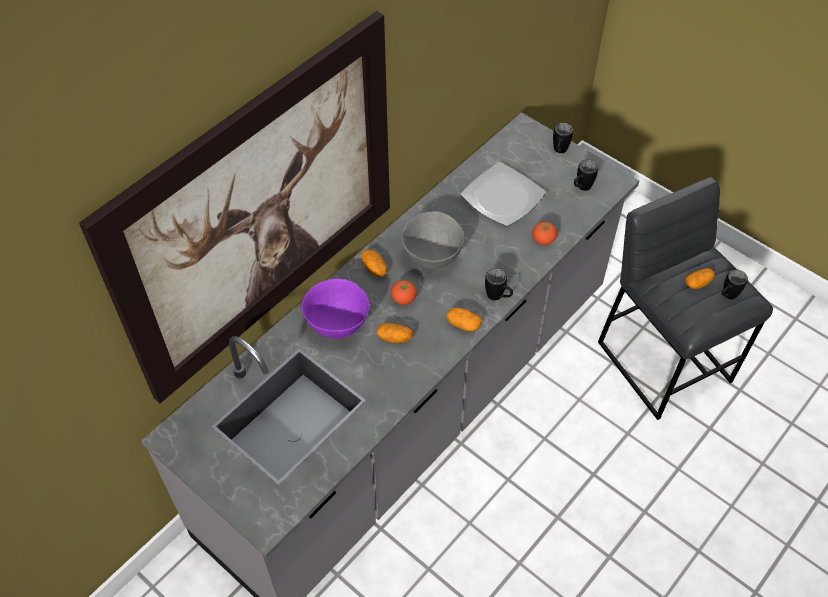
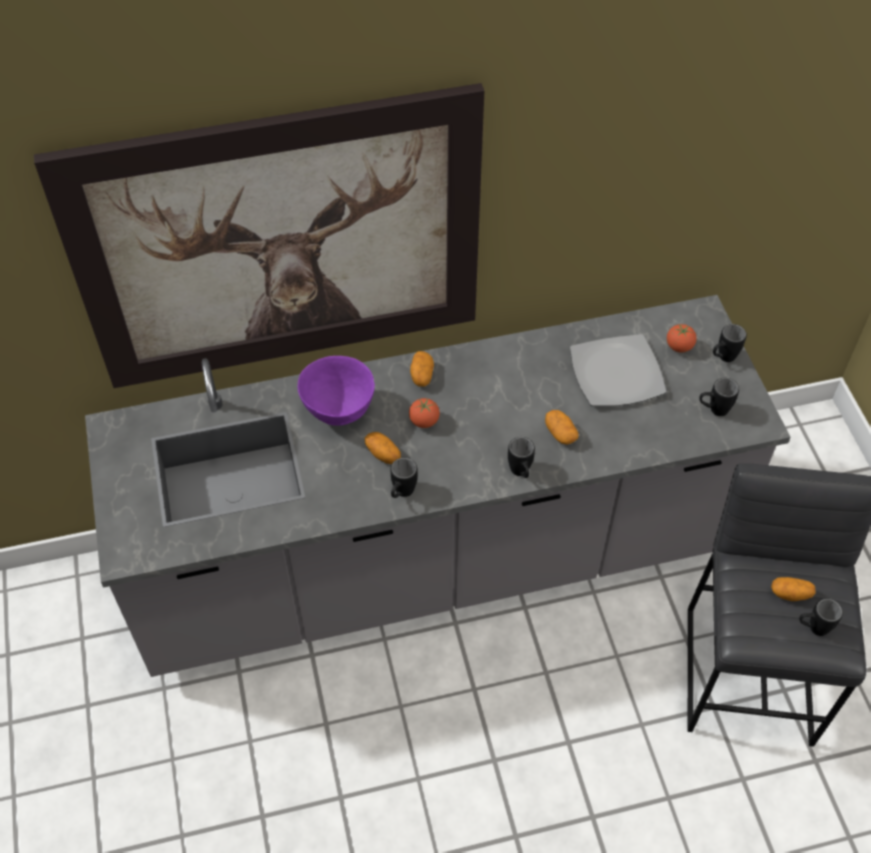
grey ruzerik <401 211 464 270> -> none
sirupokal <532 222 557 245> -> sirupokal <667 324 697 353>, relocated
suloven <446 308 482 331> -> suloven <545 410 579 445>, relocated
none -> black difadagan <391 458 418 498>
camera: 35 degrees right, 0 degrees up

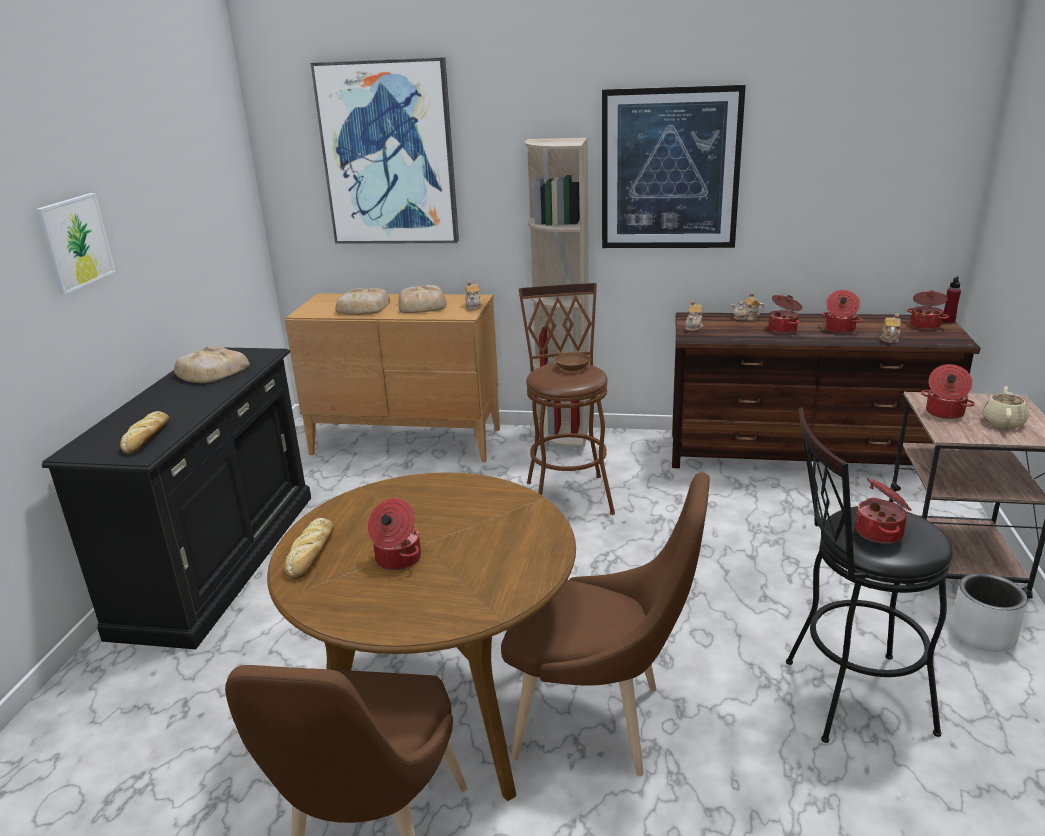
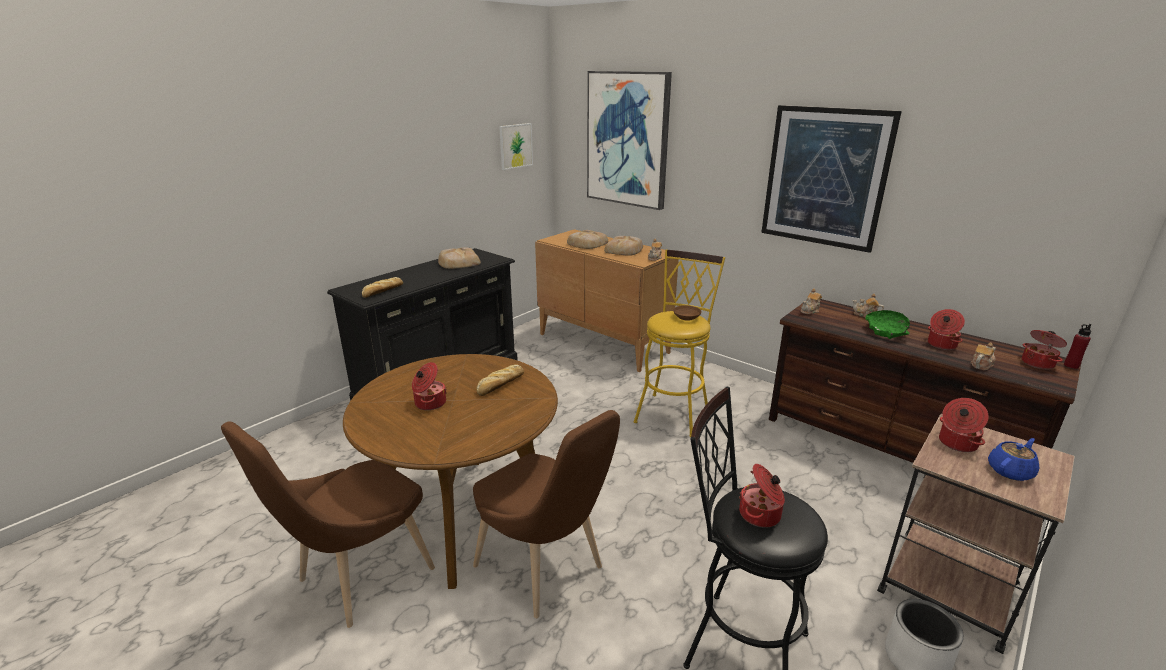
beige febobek <524 138 590 450> -> none
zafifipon <36 193 116 295> -> zafifipon <499 123 533 170>, relocated
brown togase <518 283 615 515> -> yellow togase <634 249 725 437>
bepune <768 295 802 334> -> green ruzerik <865 310 910 339>
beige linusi <982 386 1029 428> -> blue linusi <988 438 1039 481>
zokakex <284 518 334 579> -> zokakex <476 364 524 396>, relocated
camera: 30 degrees right, 0 degrees up

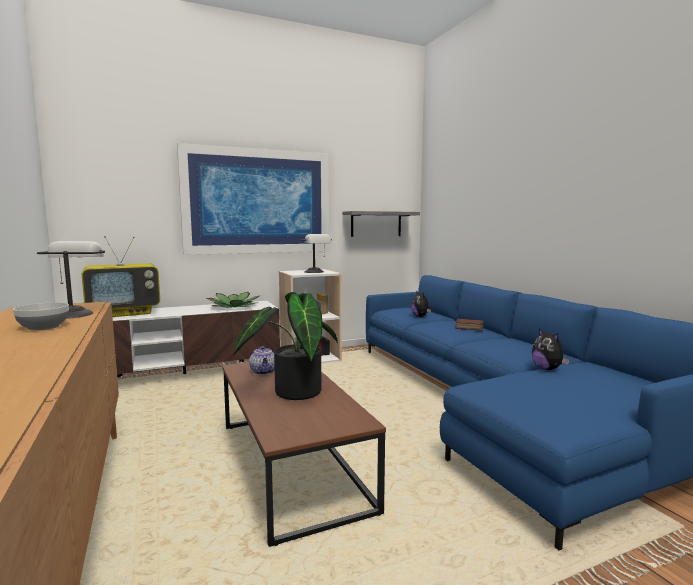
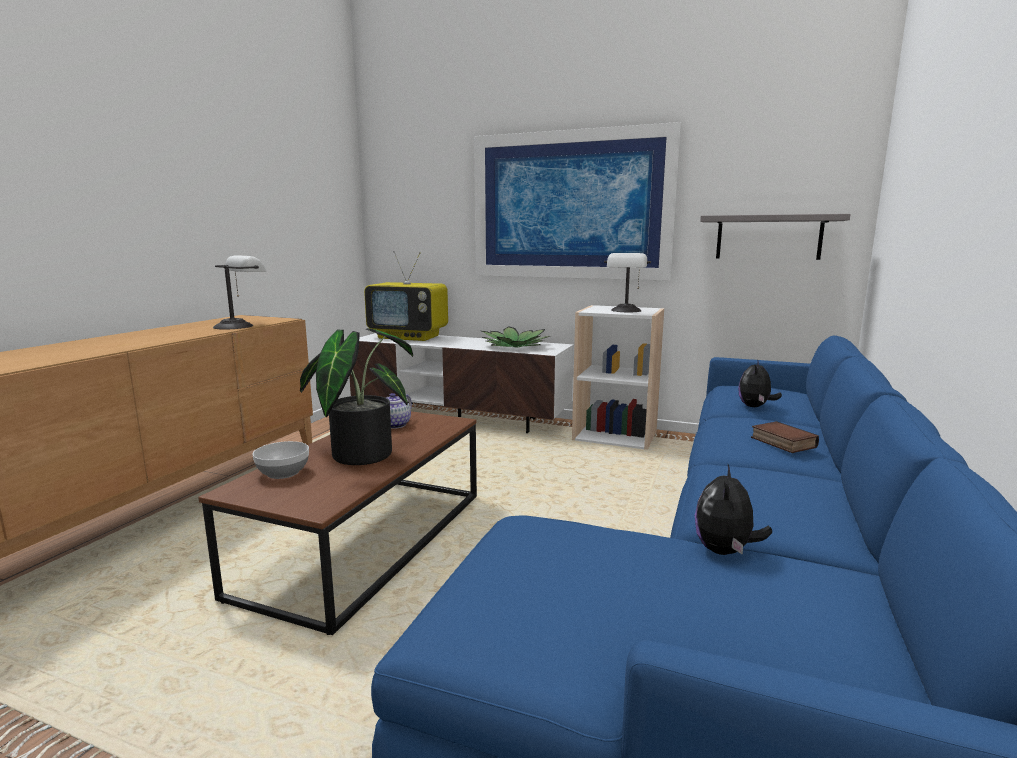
ruzerik <13 302 69 330> -> ruzerik <252 441 309 479>, relocated
camera: 45 degrees right, 5 degrees up

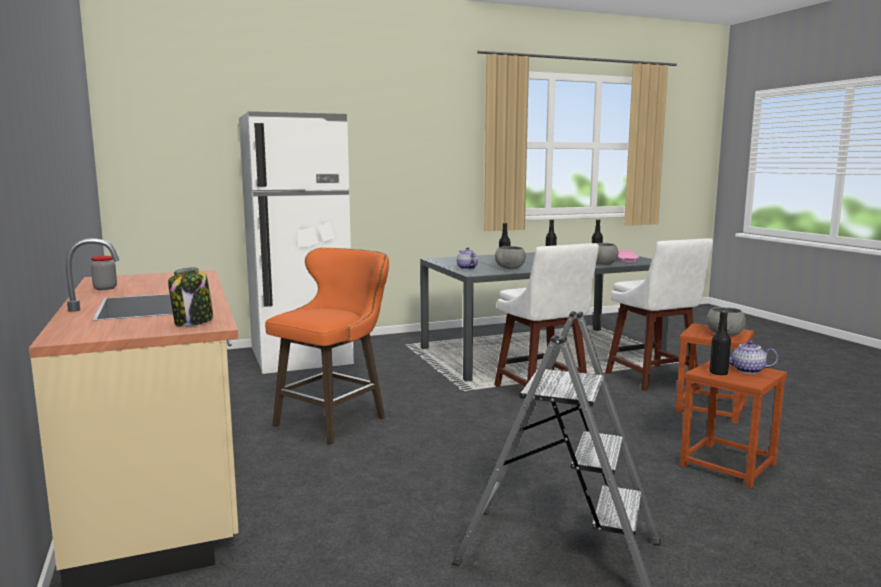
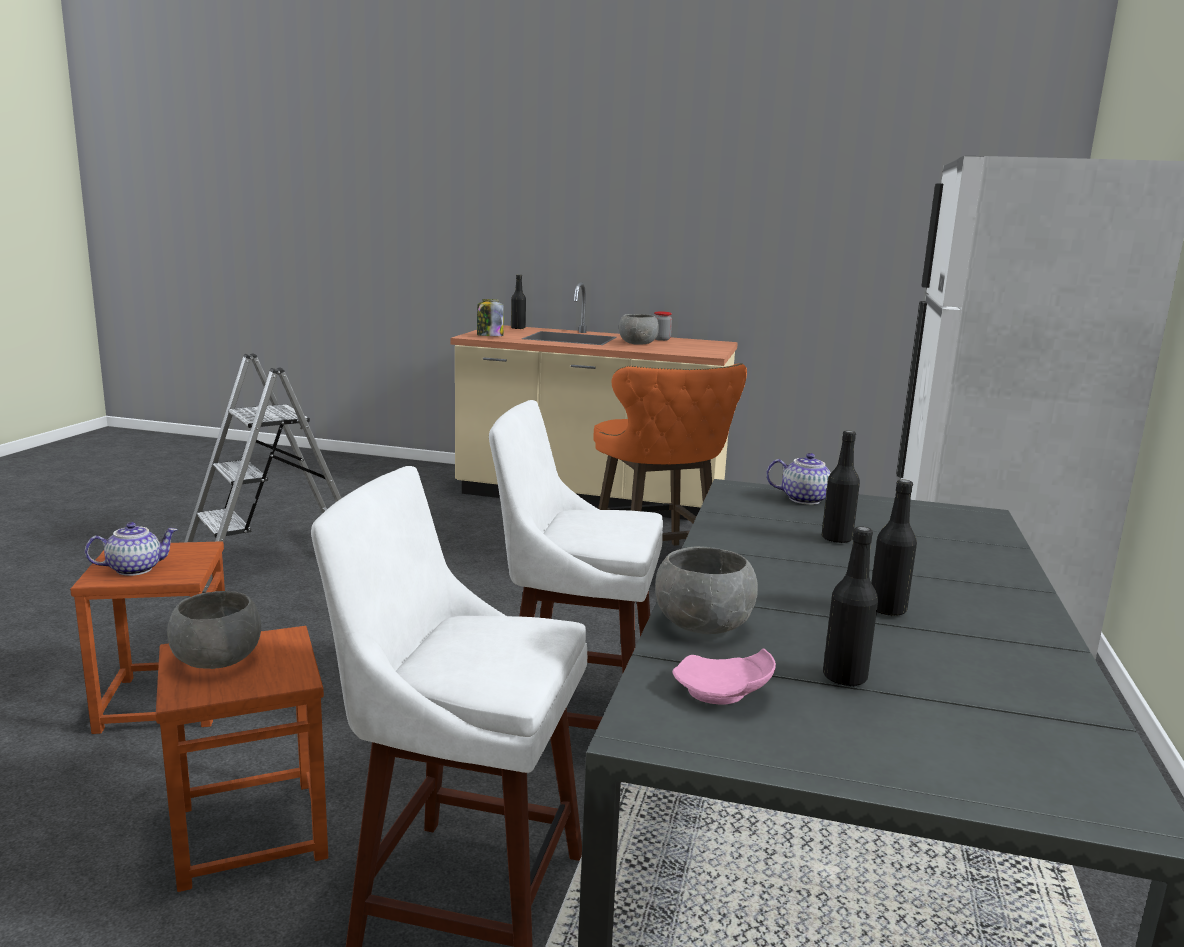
grey ruzerik <495 246 526 269> -> grey ruzerik <619 314 659 345>, relocated
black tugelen <709 311 731 375> -> black tugelen <511 275 526 329>, relocated
camera: 125 degrees right, 5 degrees up

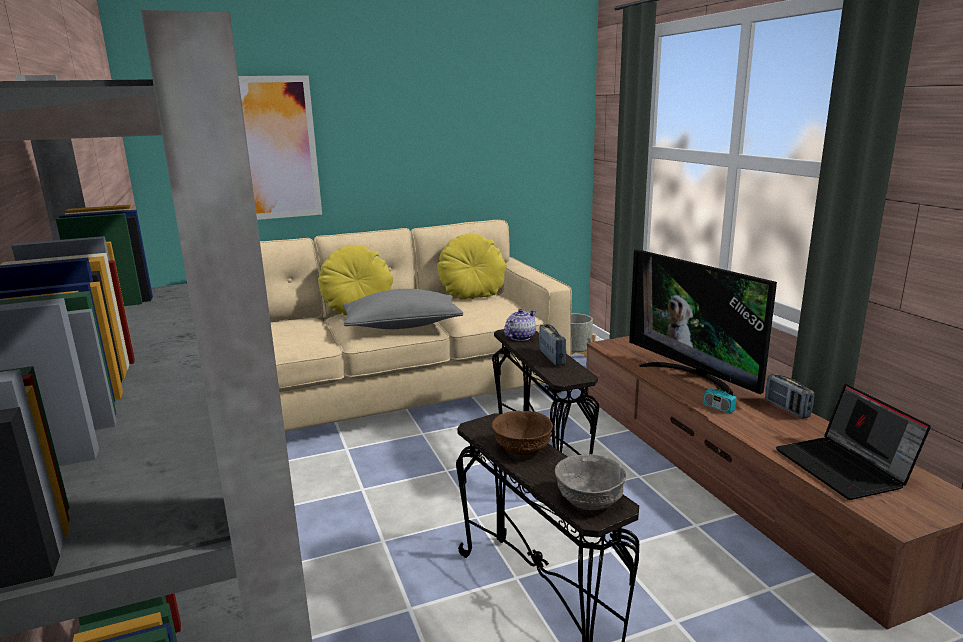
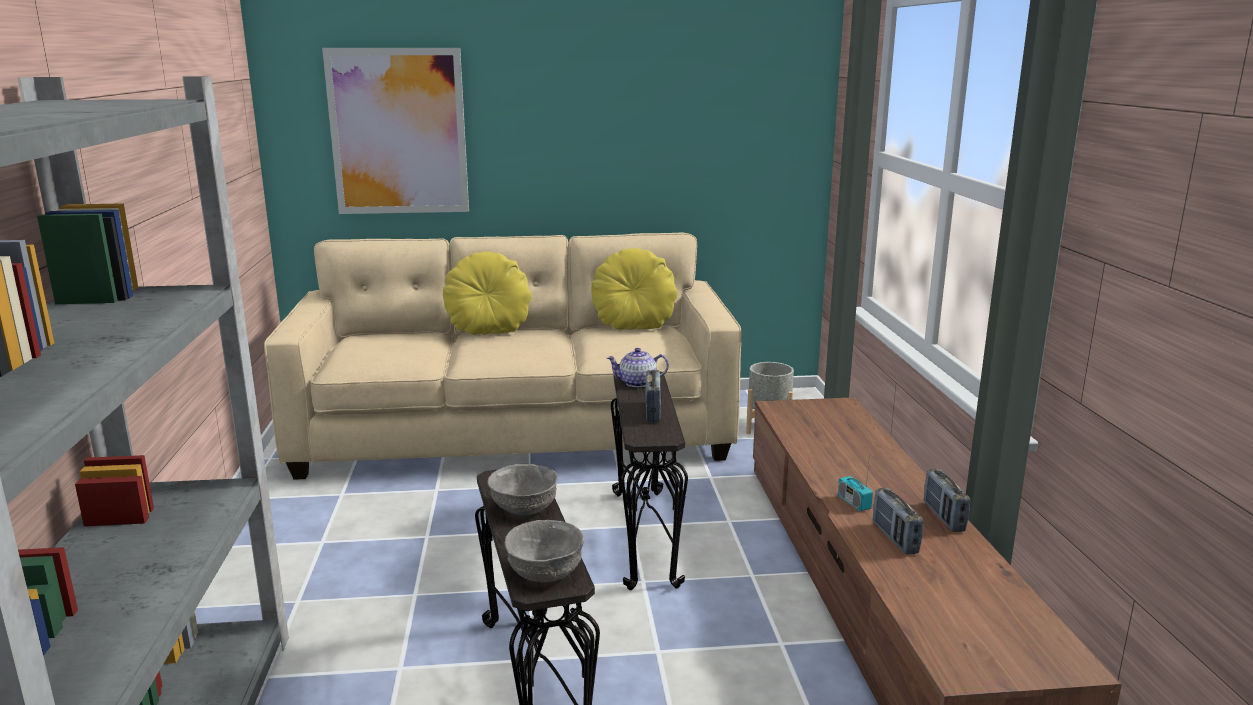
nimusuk <629 249 777 395> -> none
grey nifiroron <343 289 463 329> -> none
linusi <504 309 536 341> -> linusi <607 348 669 387>, 150 degrees counterclockwise
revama <776 384 931 500> -> none
brown ruzerik <492 411 553 455> -> grey ruzerik <487 464 558 515>
none -> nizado <873 488 923 554>
camera: 15 degrees right, 0 degrees up

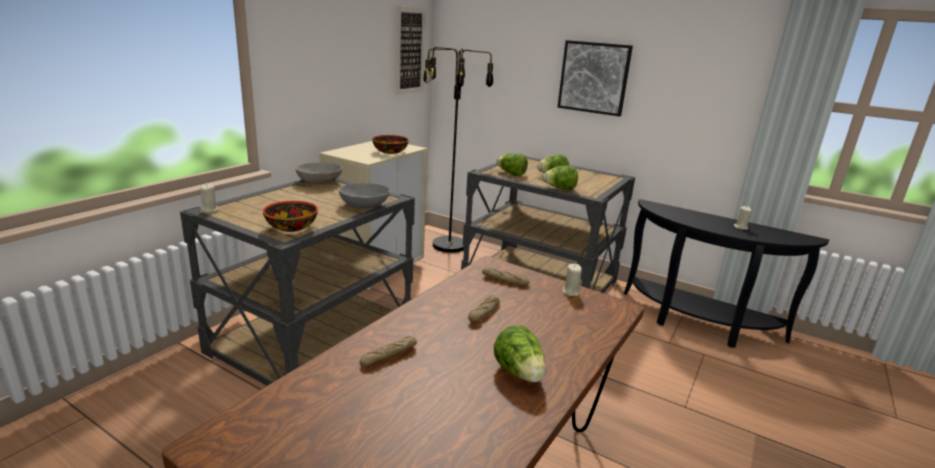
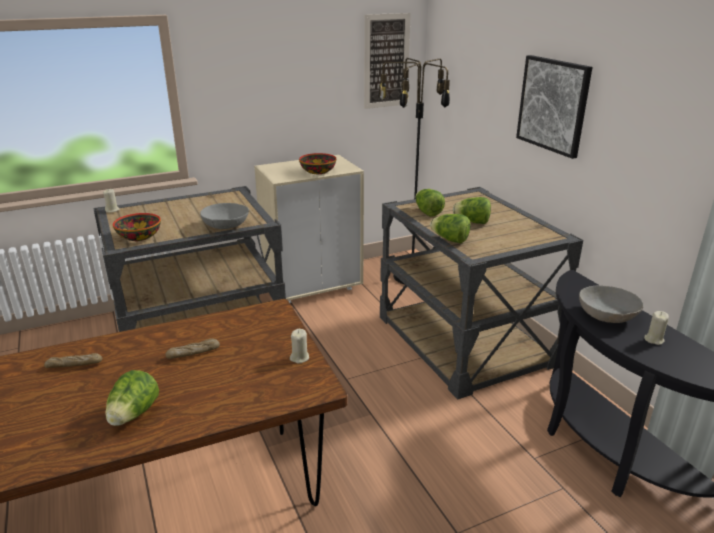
grey ruzerik <295 162 342 184> -> grey ruzerik <579 285 644 323>, relocated
zokakex <482 267 529 286> -> none
camera: 35 degrees right, 5 degrees up

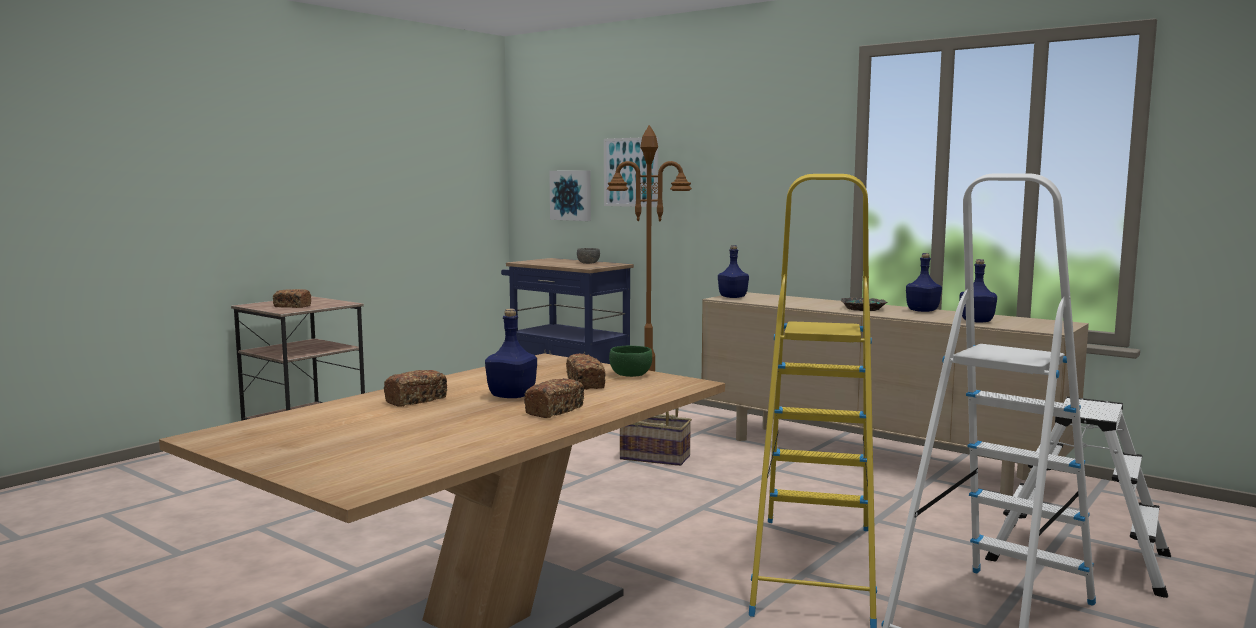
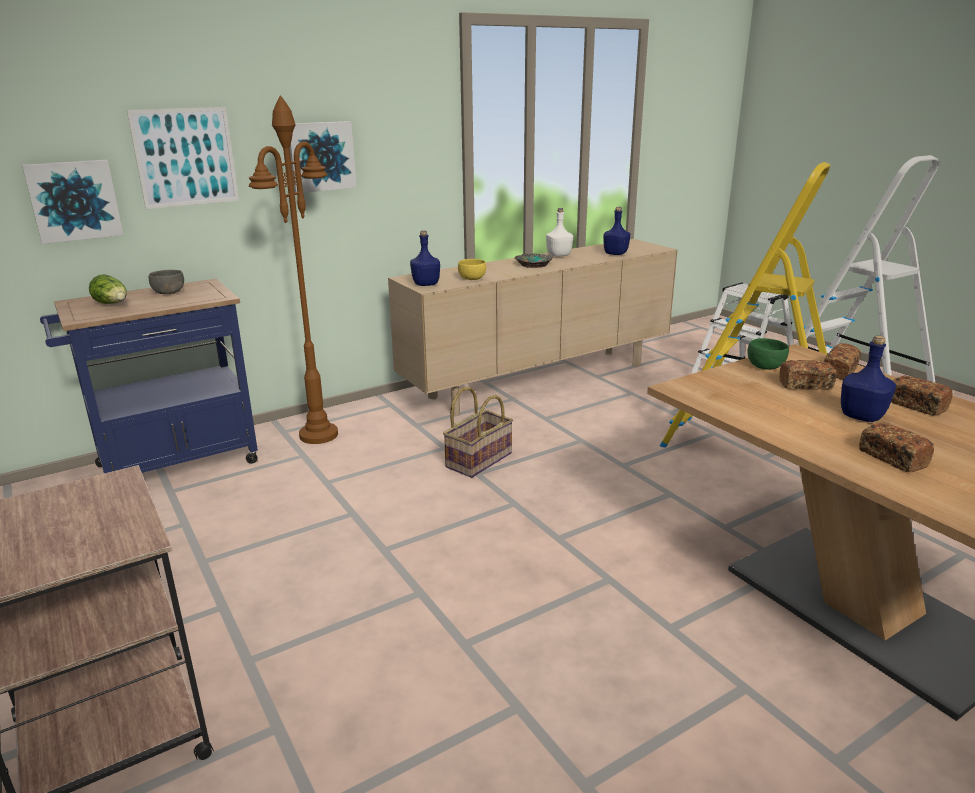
blue tugelen <906 253 942 312> -> white tugelen <546 208 573 256>
zokakex <273 289 311 308> -> zokakex <824 343 861 380>, relocated
none -> zafifipon <290 121 357 193>
none -> yellow ruzerik <458 259 486 280>
none -> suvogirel <89 274 127 304>
camera: 70 degrees left, 15 degrees up

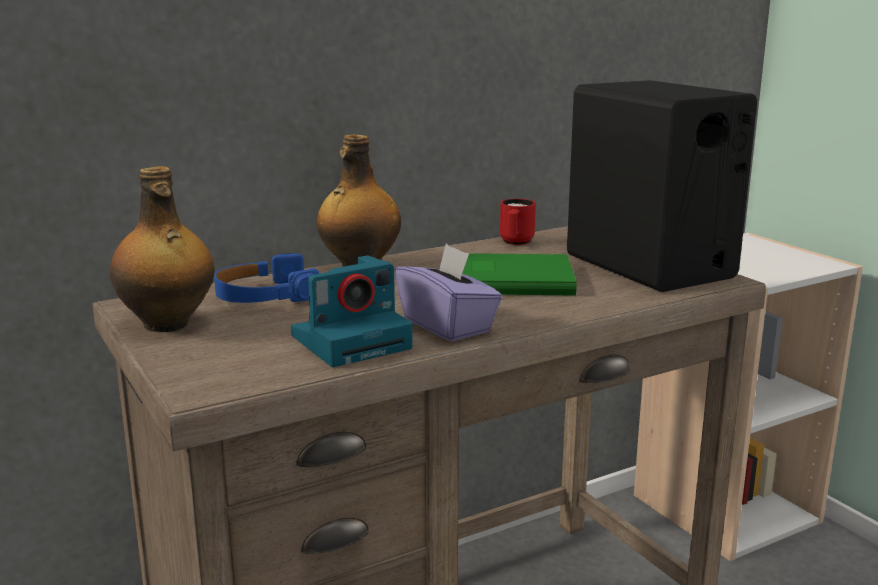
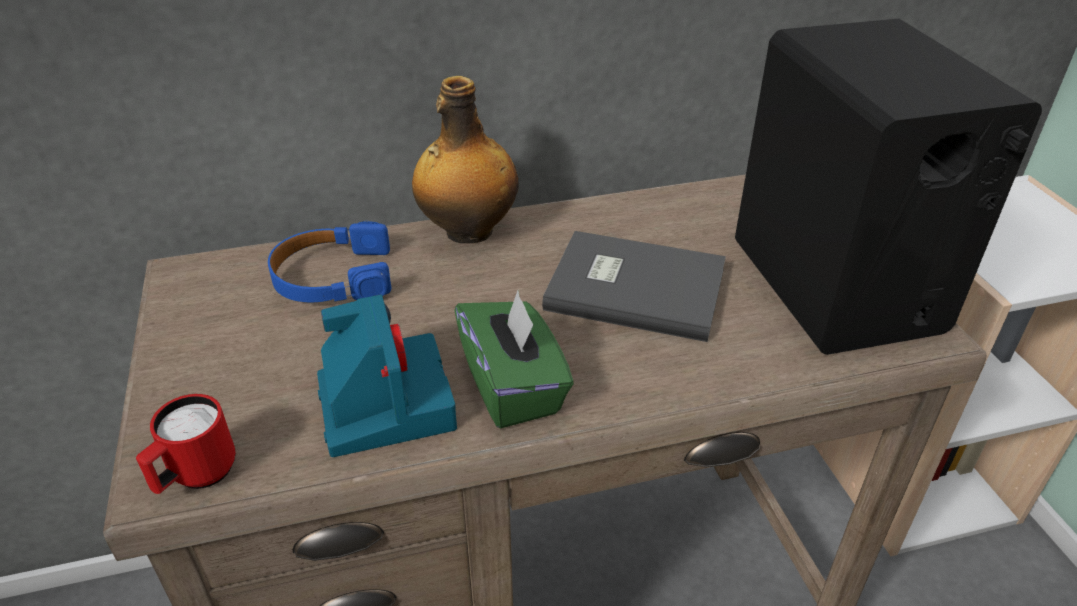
tugelen <110 166 214 332> -> none
red difadagan <500 199 536 245> -> red difadagan <136 394 236 494>, relocated
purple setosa <395 244 503 341> -> green setosa <454 291 574 428>
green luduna <462 253 577 296> -> grey luduna <542 231 726 342>
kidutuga <291 255 413 367> -> kidutuga <317 294 457 457>, 90 degrees counterclockwise
camera: 15 degrees right, 20 degrees up

